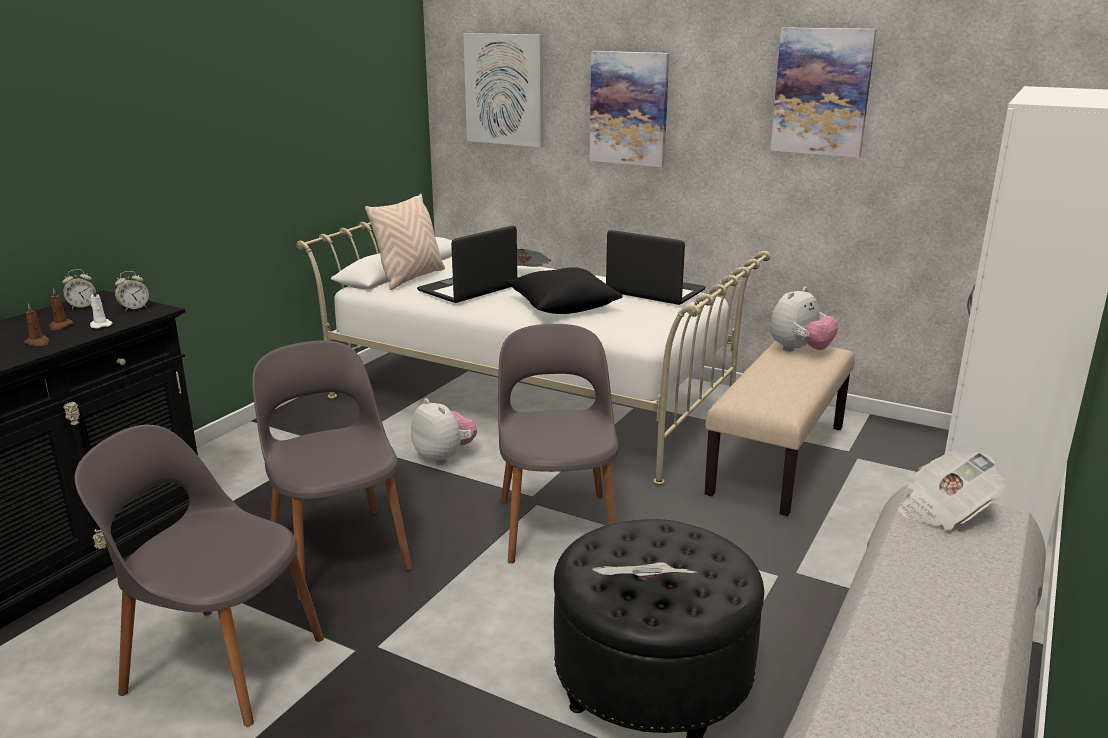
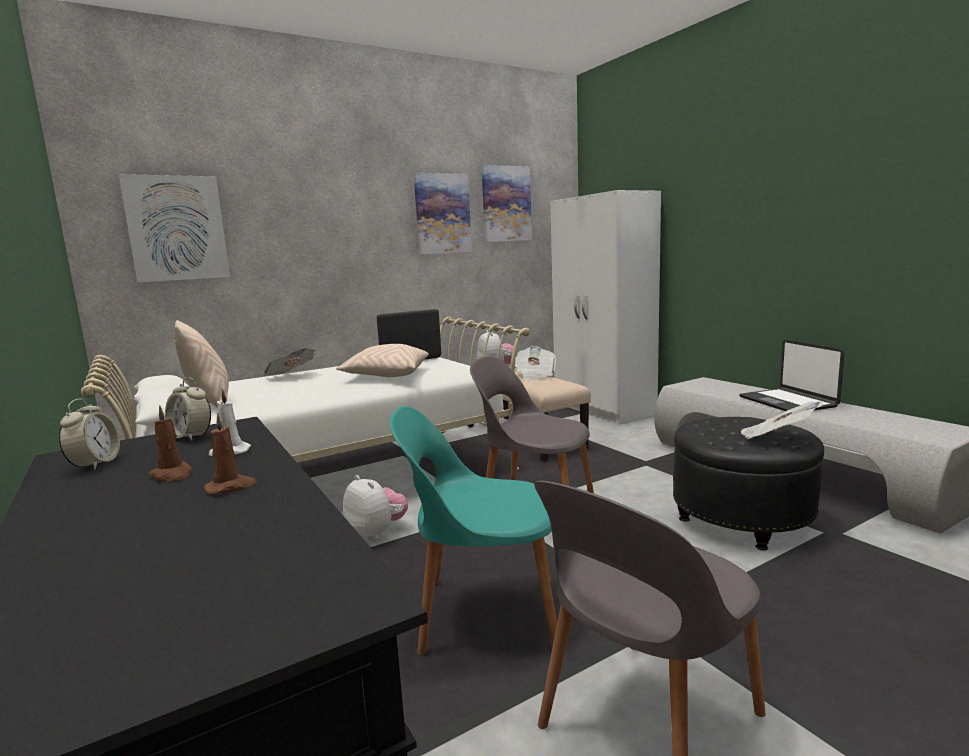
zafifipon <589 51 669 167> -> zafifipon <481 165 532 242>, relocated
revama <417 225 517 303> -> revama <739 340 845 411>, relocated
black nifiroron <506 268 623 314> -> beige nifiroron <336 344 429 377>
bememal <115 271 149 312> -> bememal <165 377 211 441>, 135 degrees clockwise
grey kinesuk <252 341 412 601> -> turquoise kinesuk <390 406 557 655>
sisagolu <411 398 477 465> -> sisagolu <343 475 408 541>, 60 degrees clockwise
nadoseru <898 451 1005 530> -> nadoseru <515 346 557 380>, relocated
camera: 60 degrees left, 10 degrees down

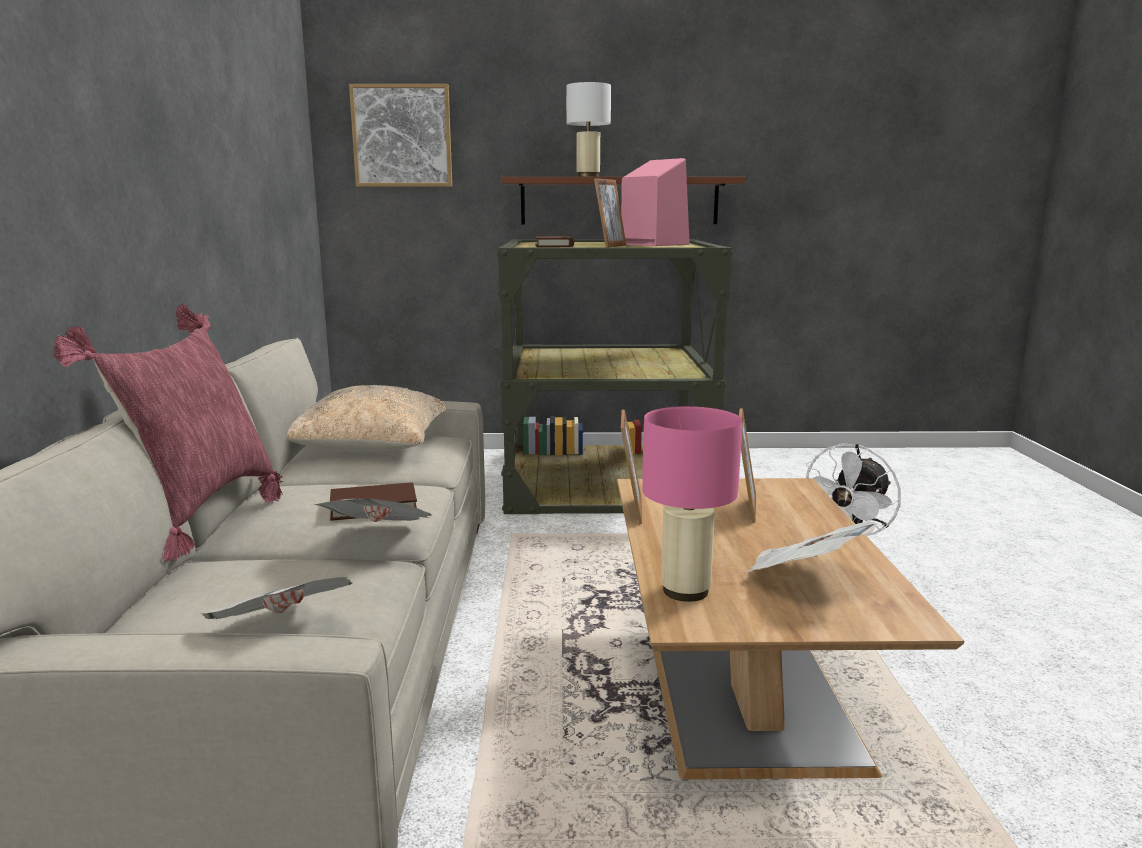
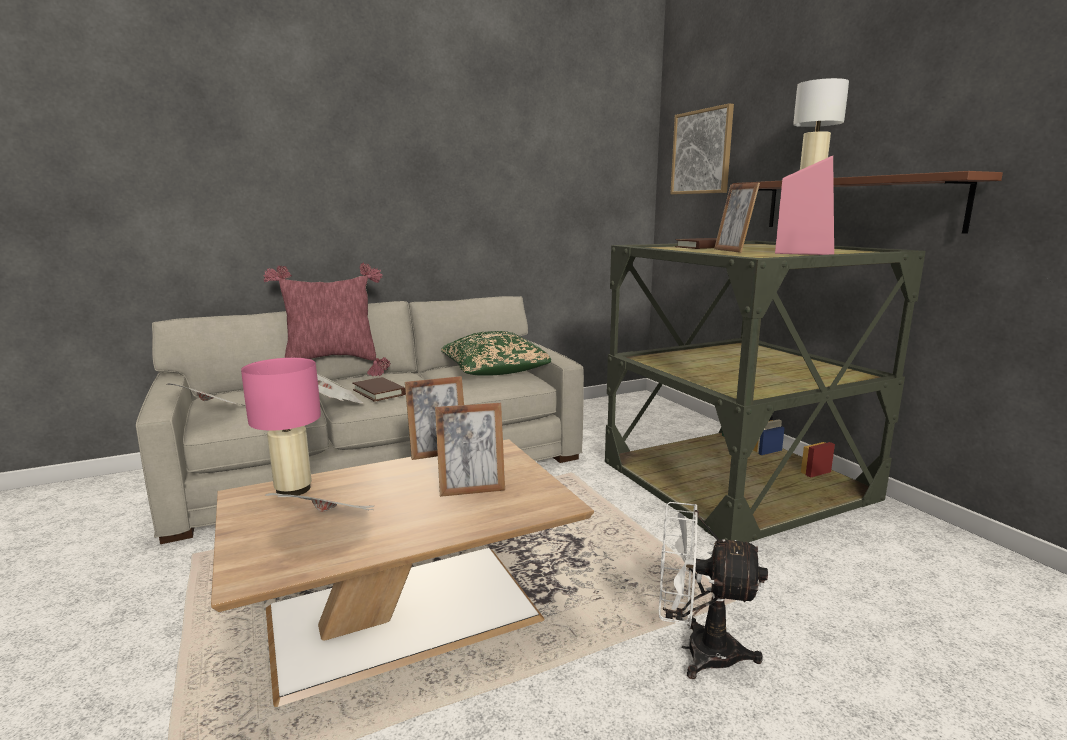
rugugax <594 178 626 247> -> rugugax <714 183 760 253>, 75 degrees clockwise
beige nifiroron <287 385 446 452> -> green nifiroron <441 331 552 376>
camera: 65 degrees right, 0 degrees up

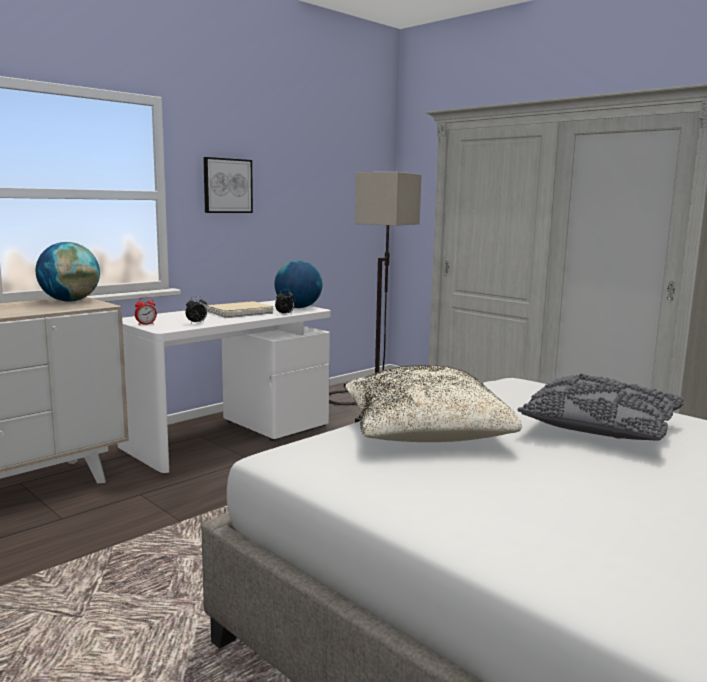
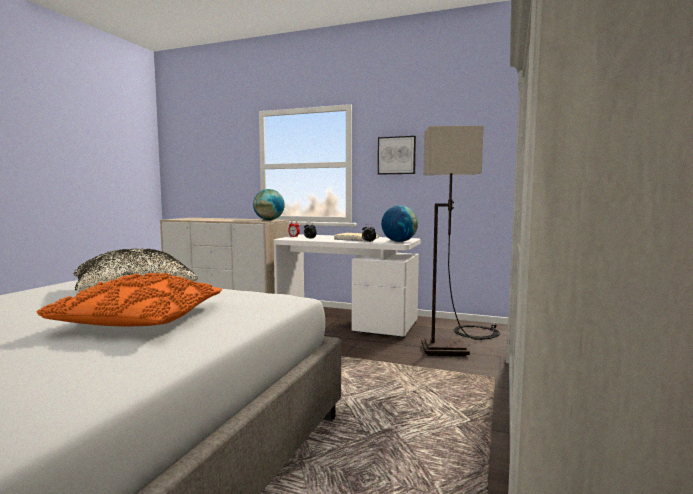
grey nifiroron <517 373 684 441> -> orange nifiroron <37 273 222 326>
camera: 65 degrees right, 5 degrees down

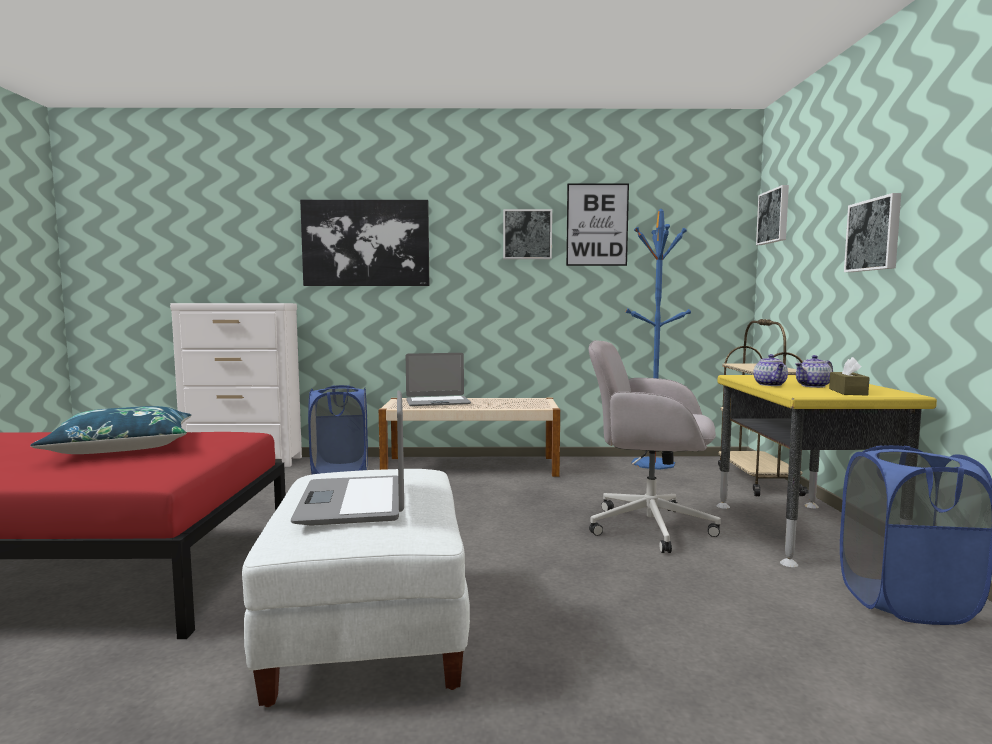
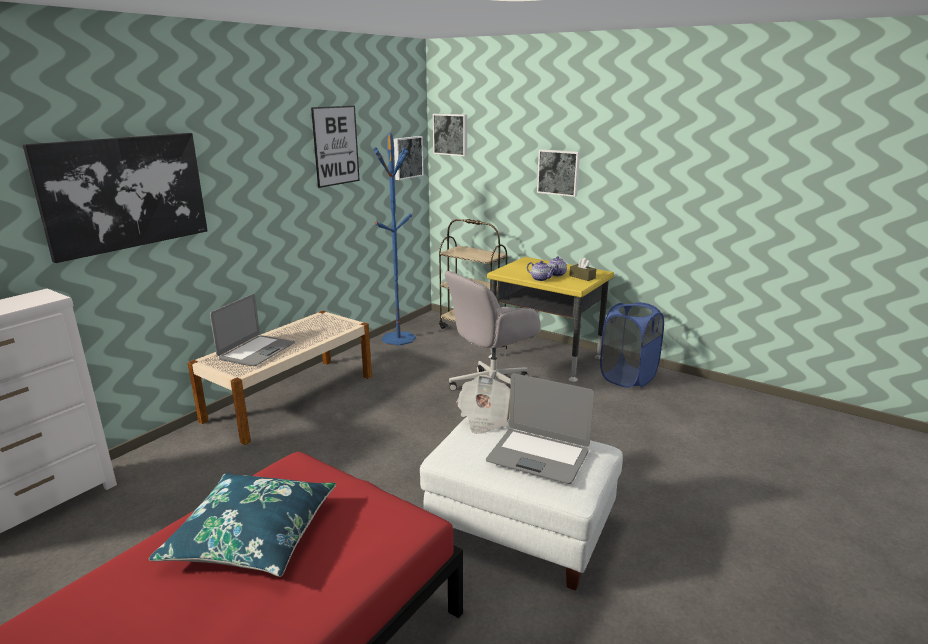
zafifipon <503 209 552 259> -> zafifipon <394 136 424 180>, relocated
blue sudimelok <308 385 368 474> -> none
none -> nadoseru <457 375 510 434>
camera: 55 degrees left, 15 degrees up

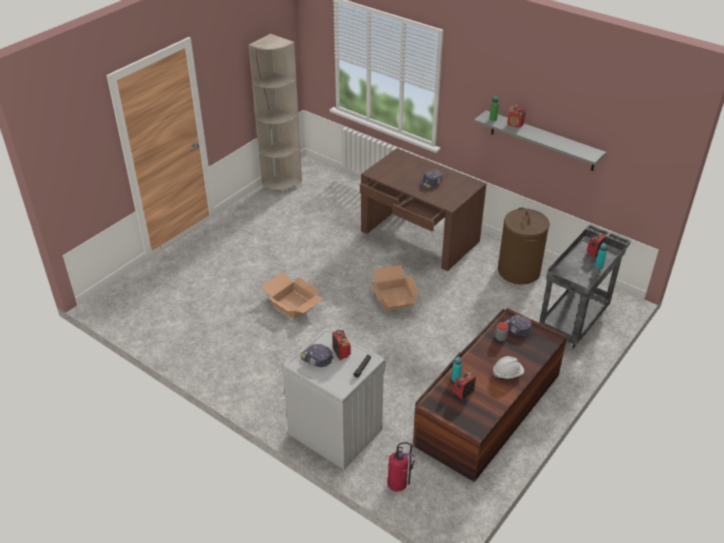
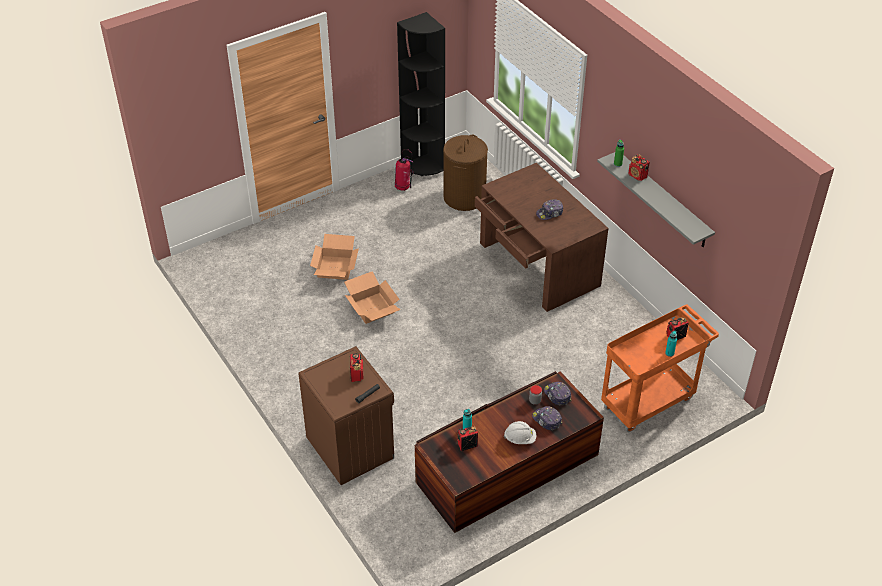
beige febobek <249 34 302 191> -> black febobek <397 12 445 176>
brown sudimelok <498 207 550 285> -> brown sudimelok <443 135 488 211>, relocated
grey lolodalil <539 224 631 350> -> orange lolodalil <601 304 719 432>
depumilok <371 265 420 311> -> depumilok <310 234 359 280>, relocated
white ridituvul <282 327 385 470> -> brown ridituvul <298 346 394 485>
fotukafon <300 344 333 367> -> fotukafon <532 406 562 430>, relocated
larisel <387 442 415 492> -> larisel <395 149 414 191>, relocated
camera: 20 degrees right, 5 degrees up

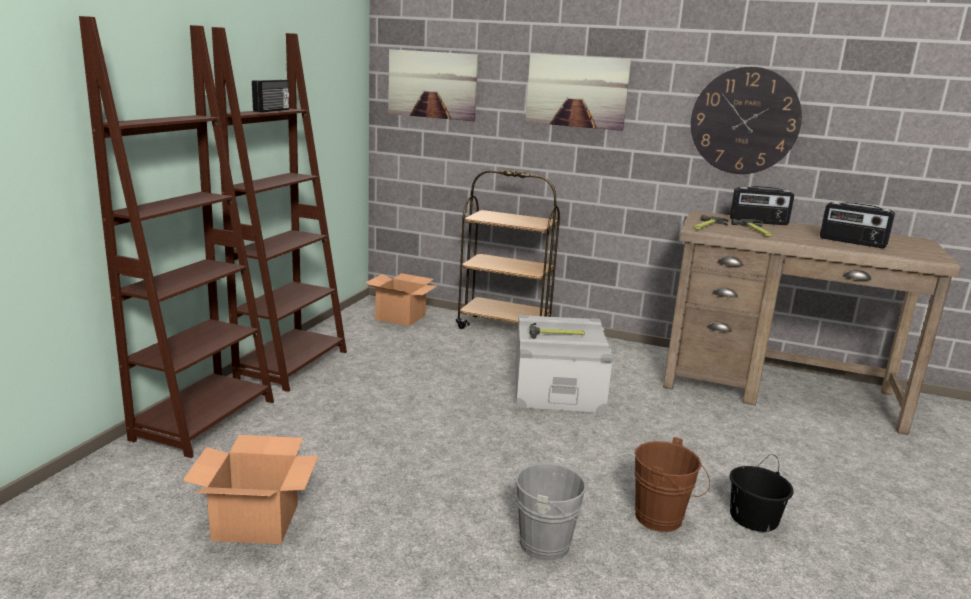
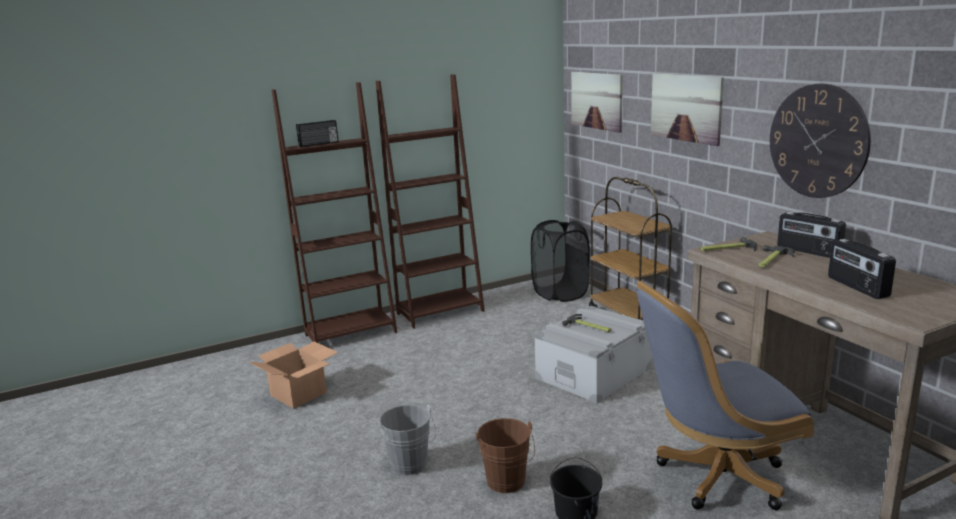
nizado <252 80 289 112> -> nizado <296 120 339 147>, relocated
depumilok <365 273 437 326> -> black sudimelok <531 220 590 302>
none -> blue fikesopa <637 281 814 510>
camera: 45 degrees right, 0 degrees up

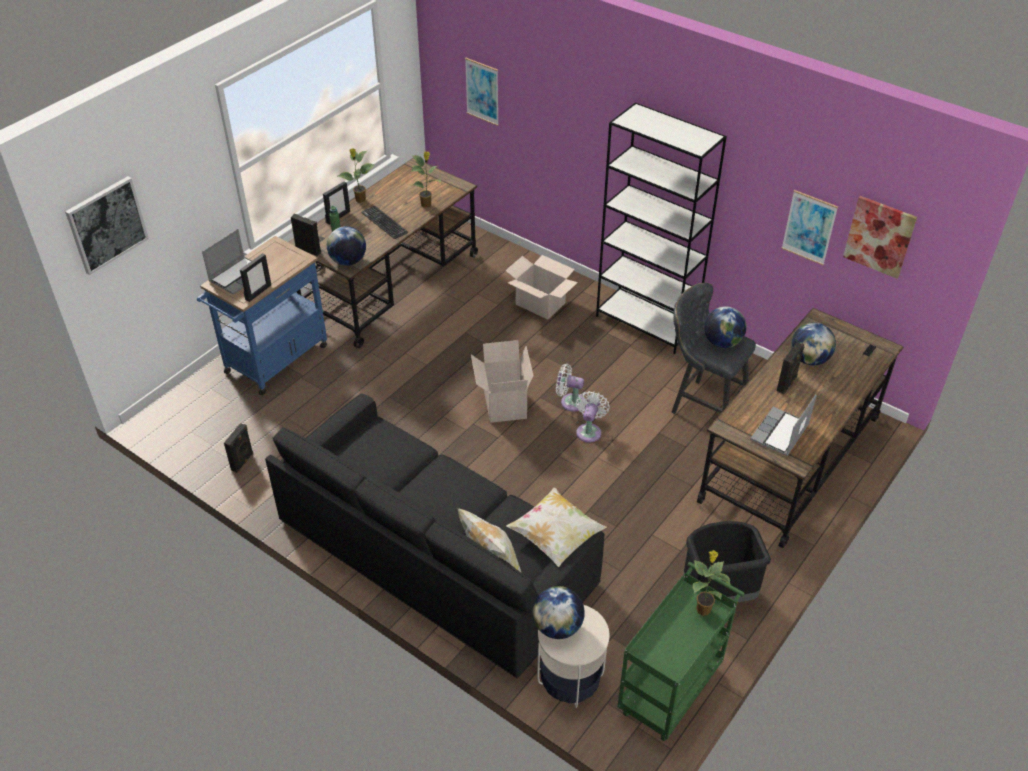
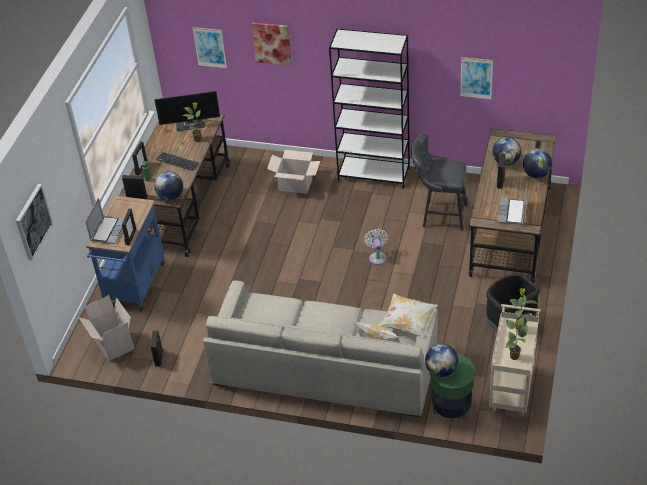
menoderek <338 149 375 203> -> menoderek <505 317 528 360>, relocated
zafifipon <843 196 917 279> -> zafifipon <251 22 292 66>, relocated
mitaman <704 306 747 348> -> mitaman <523 149 552 178>, relocated
depumilok <471 340 534 423> -> depumilok <78 295 134 361>, relocated
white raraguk <556 364 585 412> -> none
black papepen <265 393 604 679> -> beige papepen <203 281 438 417>
green lolodalil <617 562 744 741> -> beige lolodalil <489 304 541 416>
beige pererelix <537 605 610 708> -> green pererelix <430 354 475 419>
none -> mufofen <154 91 220 131>
camera: 20 degrees left, 0 degrees up

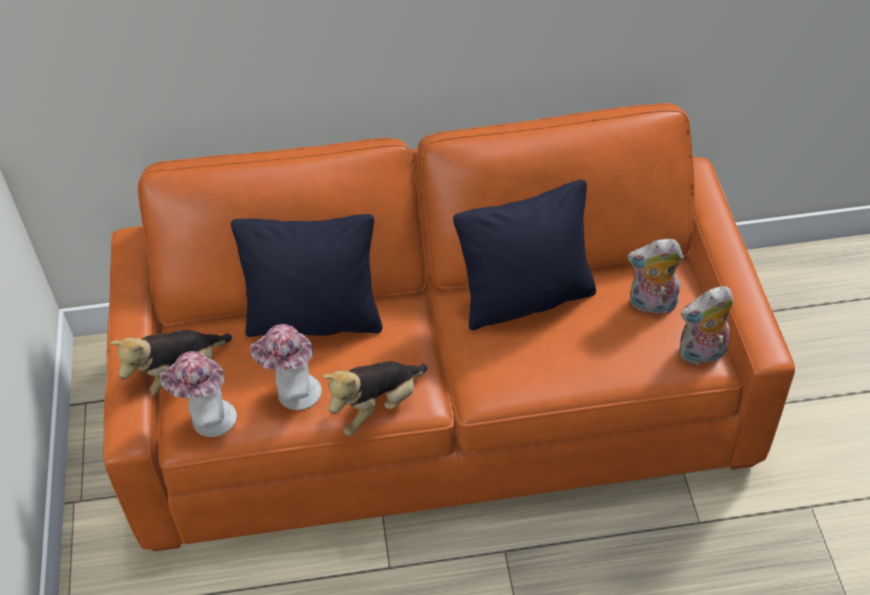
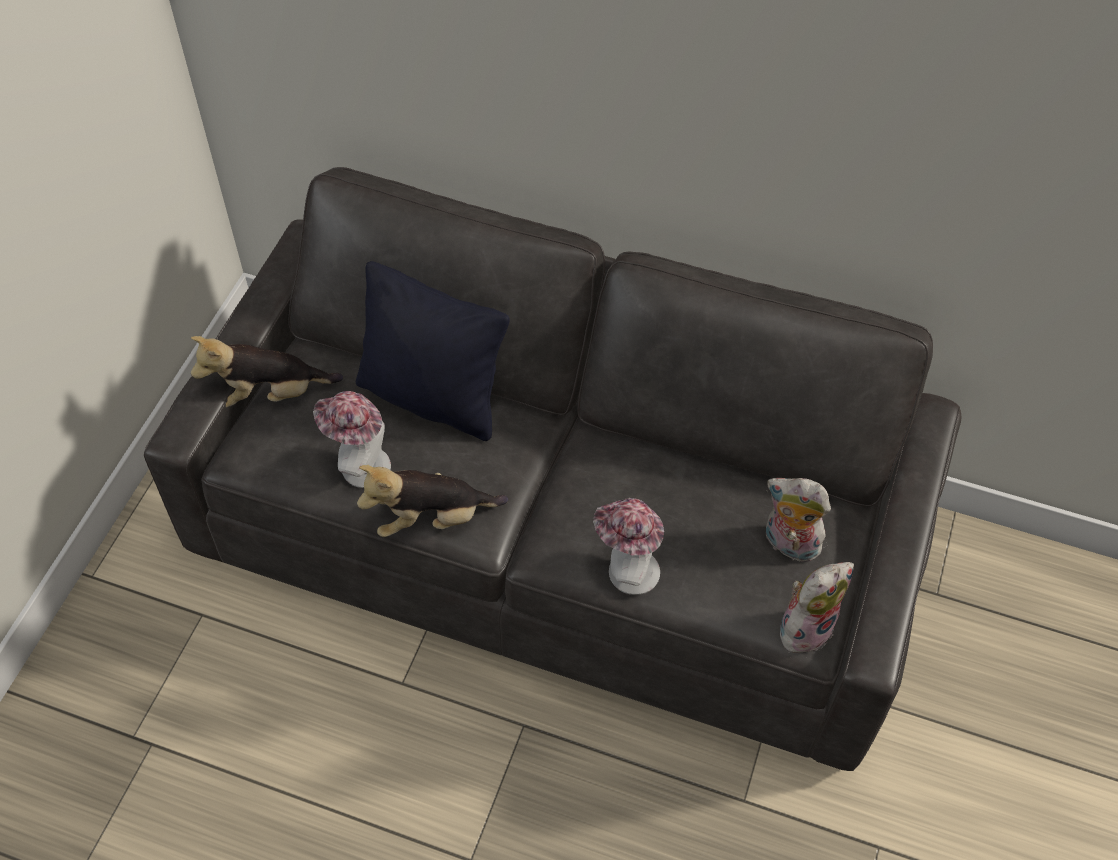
orange papepen <103 103 795 551> -> grey papepen <144 167 961 771>
black nifiroron <453 179 596 330> -> none
sisagolu <679 286 734 366> -> sisagolu <780 562 854 658>, 135 degrees clockwise
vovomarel <160 351 237 437> -> vovomarel <593 498 664 595>, relocated
camera: 25 degrees right, 5 degrees up

